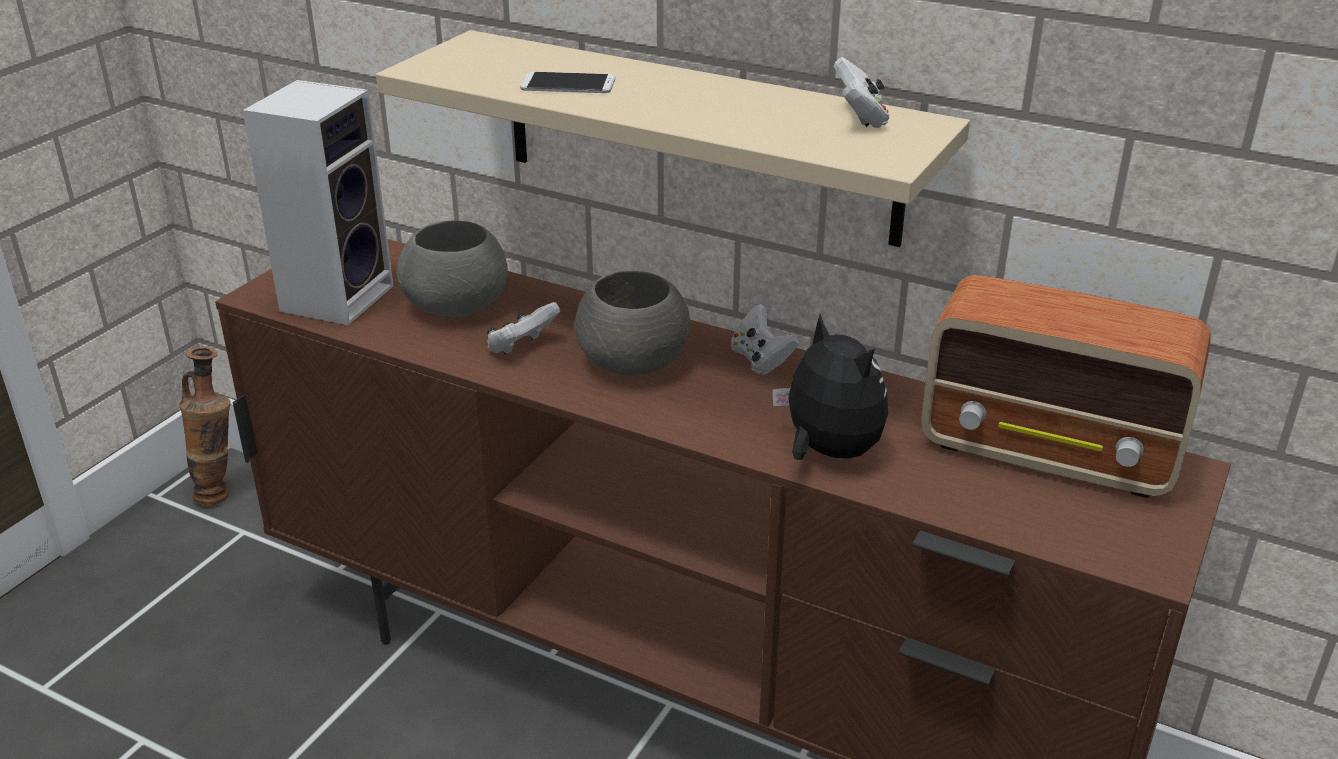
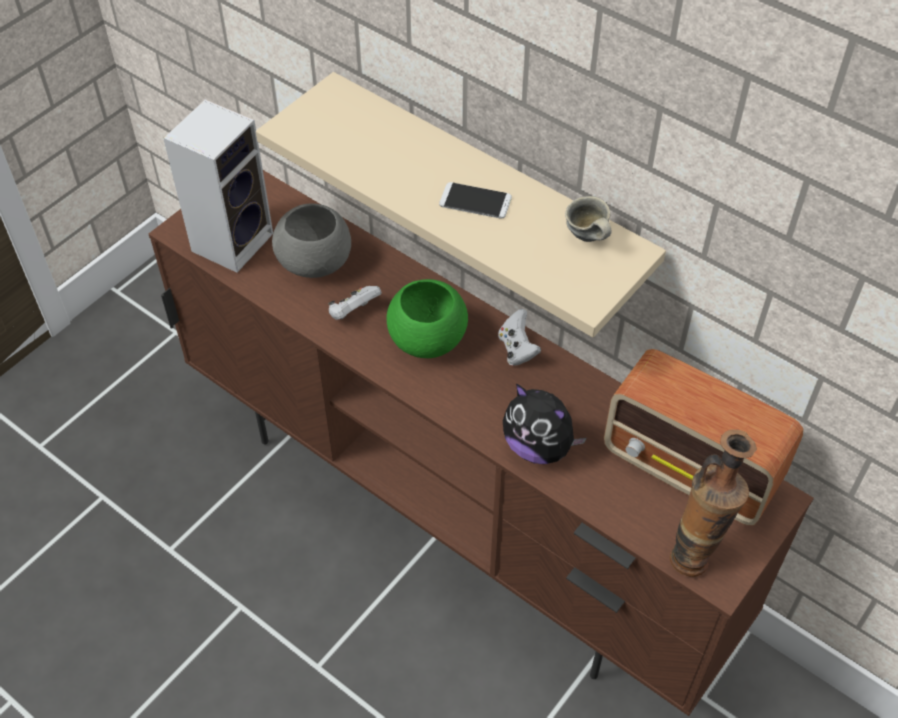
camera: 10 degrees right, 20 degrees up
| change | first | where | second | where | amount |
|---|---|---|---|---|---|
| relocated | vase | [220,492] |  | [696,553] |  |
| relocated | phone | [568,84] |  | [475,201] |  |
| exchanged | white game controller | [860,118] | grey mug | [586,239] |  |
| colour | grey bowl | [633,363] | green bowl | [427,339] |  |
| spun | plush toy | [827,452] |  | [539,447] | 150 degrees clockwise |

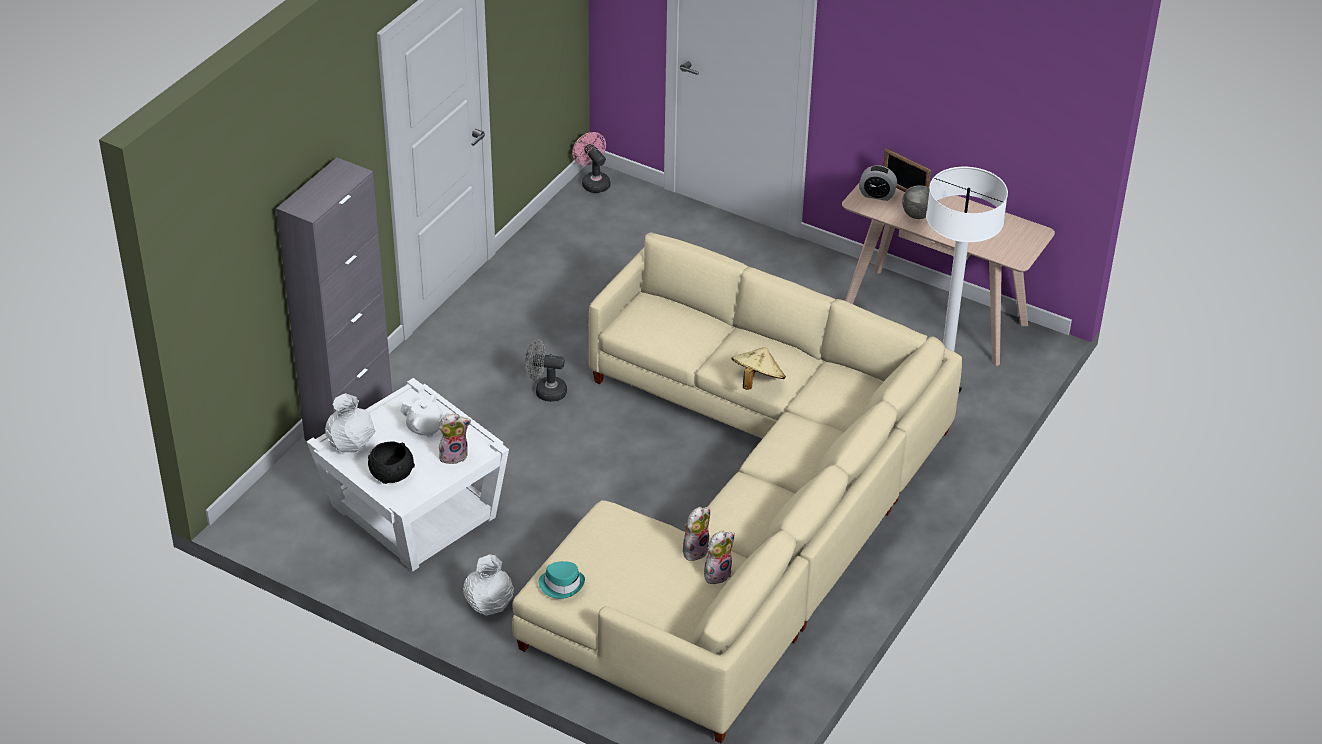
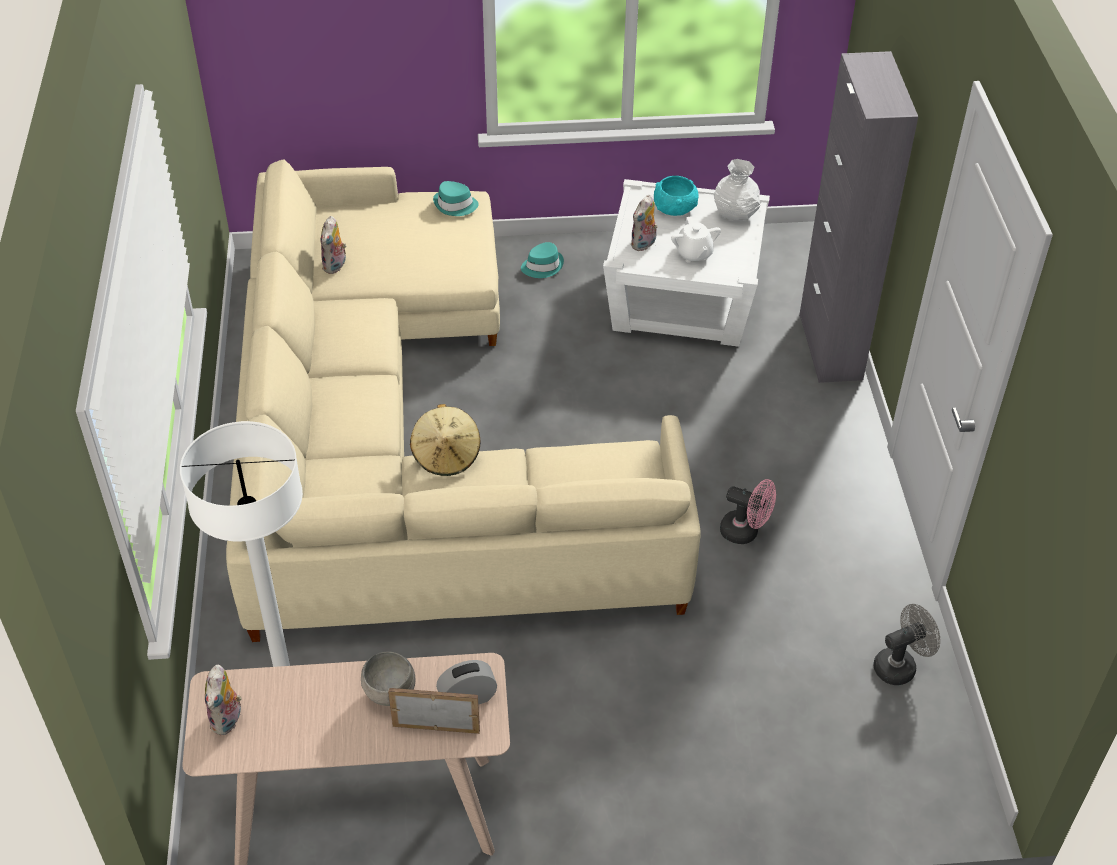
camera: 145 degrees right, 5 degrees up
| change | first | where | second | where | amount |
|---|---|---|---|---|---|
| relocated | grey fan | [545,391] |  | [900,665] |  |
| relocated | pink fan | [593,182] |  | [745,532] |  |
| relocated | plush toy | [695,549] |  | [228,720] |  |
| exchanged | white vase | [489,606] | turquoise hat | [542,266] |  |
| colour | black bowl | [391,473] | turquoise bowl | [674,208] |  |
| spun | white teapot | [426,428] |  | [694,254] | 90 degrees counterclockwise |

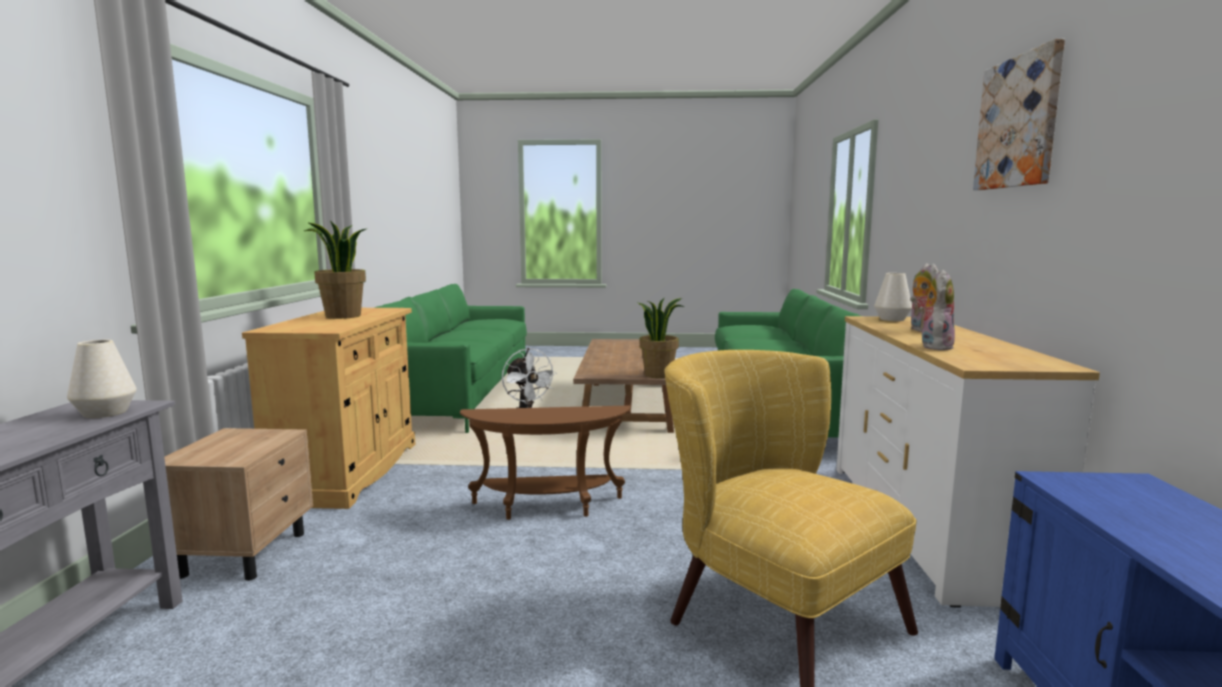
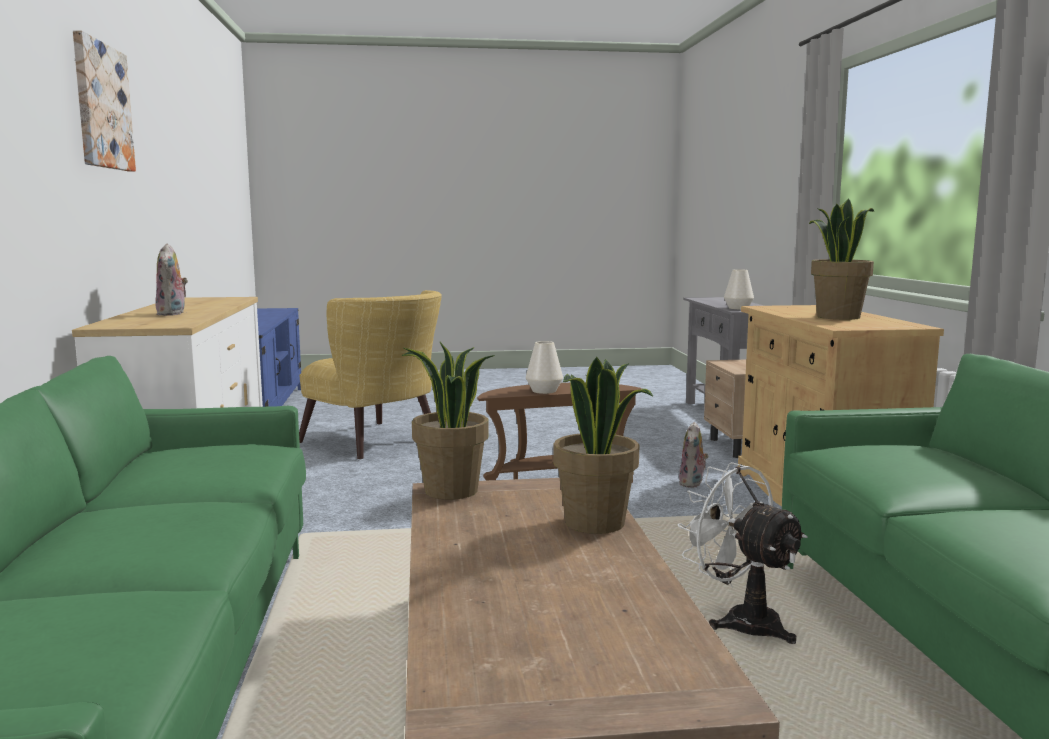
camera: 170 degrees right, 0 degrees up
| change | first | where | second | where | amount |
|---|---|---|---|---|---|
| appeared |  |  | potted plant | [596,523] |  |
| relocated | white vase | [891,319] |  | [544,391] |  |
| relocated | plush toy | [934,346] |  | [692,483] |  |

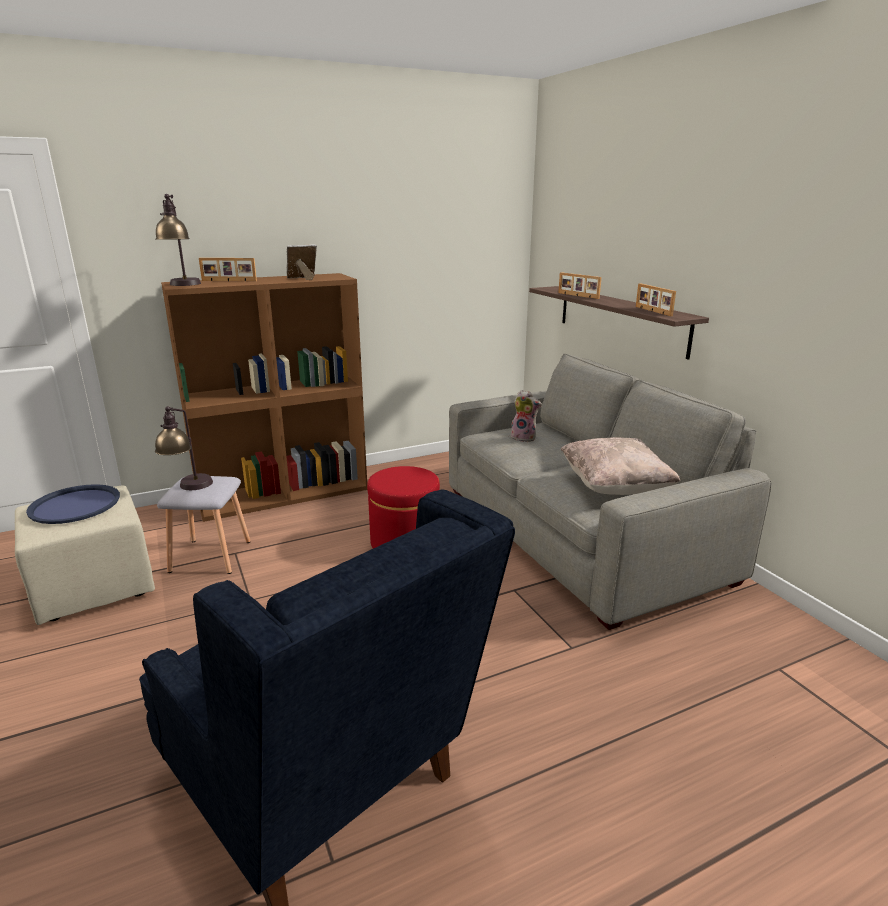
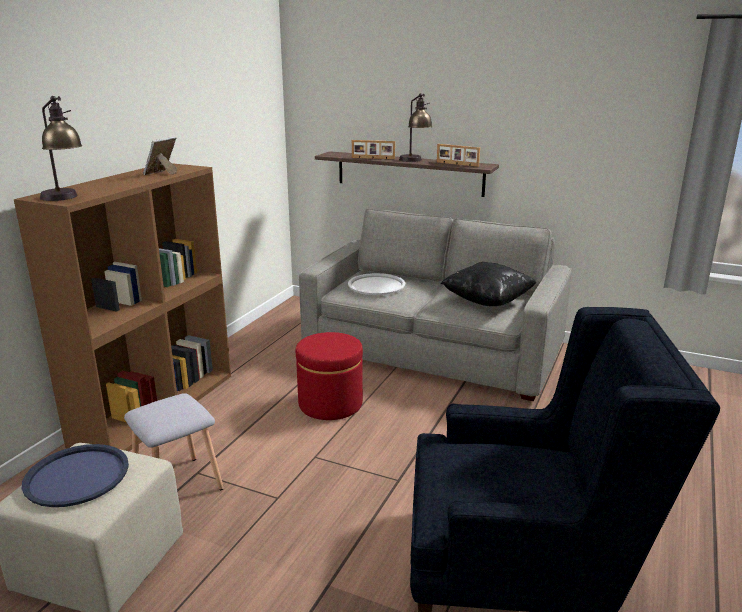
camera: 40 degrees left, 0 degrees up
| change | first | where | second | where | amount |
|---|---|---|---|---|---|
| missing | picture frame | [228,281] |  |  |  |
| relocated | table lamp | [189,489] |  | [414,161] |  |
| exchanged | plush toy | [524,438] | white tray | [376,285] |  |
| colour | beige pillow | [614,487] | black pillow | [487,301] |  |

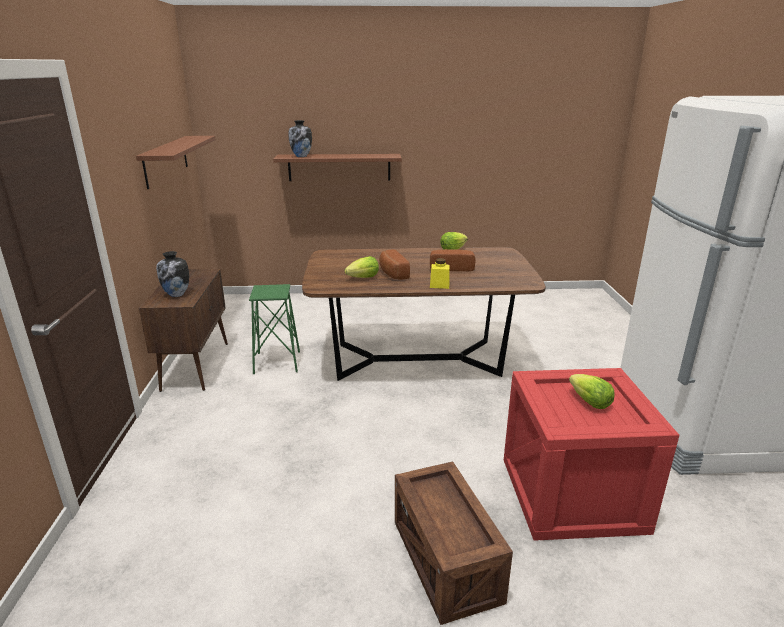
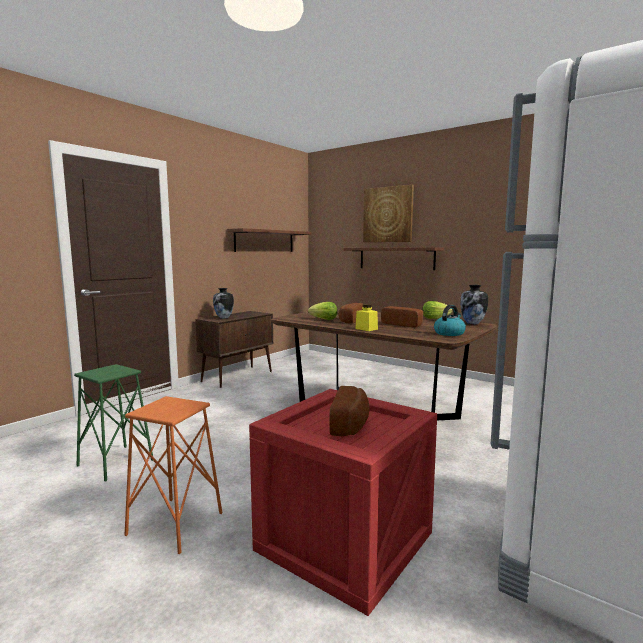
camera: 40 degrees right, 15 degrees down
| change | first | where | second | where | amount |
|---|---|---|---|---|---|
| appeared |  |  | picture | [388,214] |  |
| appeared |  |  | kettle | [449,333] |  |
| relocated | green stool | [277,362] |  | [116,462] |  |
| relocated | vase | [301,156] |  | [473,323] |  |
| exchanged | crate | [446,561] | orange stool | [175,524] |  |
| exchanged | lettuce | [590,402] | bread | [351,424] |  |

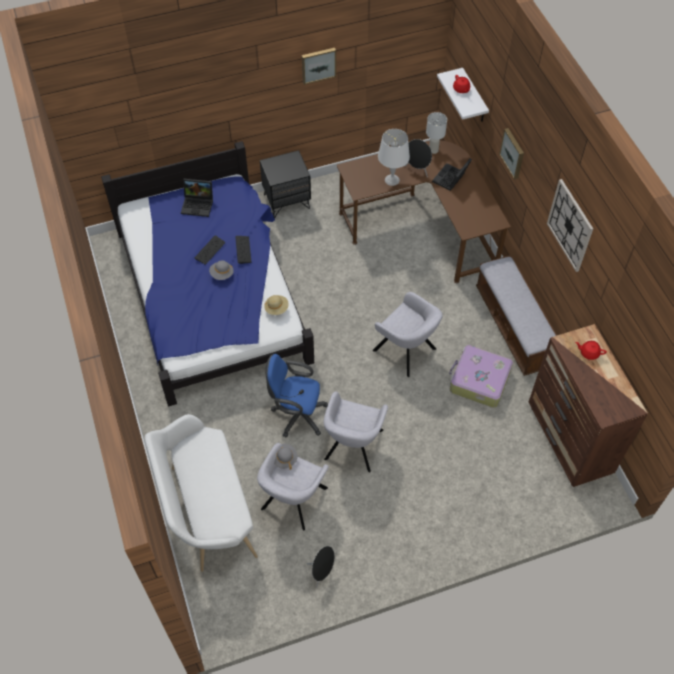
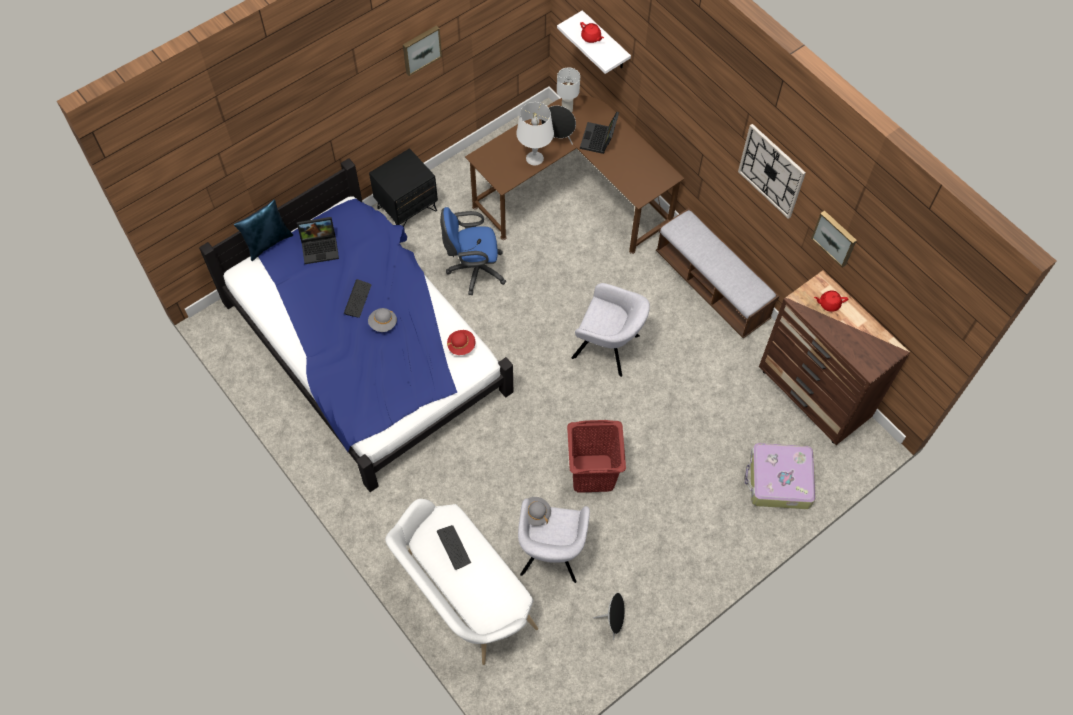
camera: 20 degrees left, 5 degrees up
| change | first | where | second | where | amount |
|---|---|---|---|---|---|
| appeared |  |  | blue pillow | [268,242] |  |
| relocated | keyboard | [243,250] |  | [454,547] |  |
| relocated | blue office chair | [296,414] |  | [473,270] |  |
| relocated | suitcase | [479,381] |  | [779,481] |  |
| relocated | picture | [513,153] |  | [835,237] |  |
| exchanged | grey armchair | [353,447] | red laundry basket | [592,474] |  |
| colour | beige hat | [276,308] | red hat | [461,345] |  |

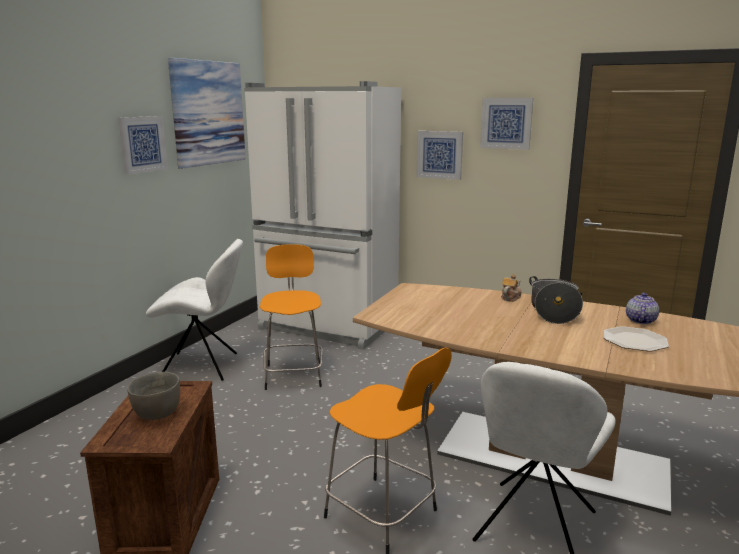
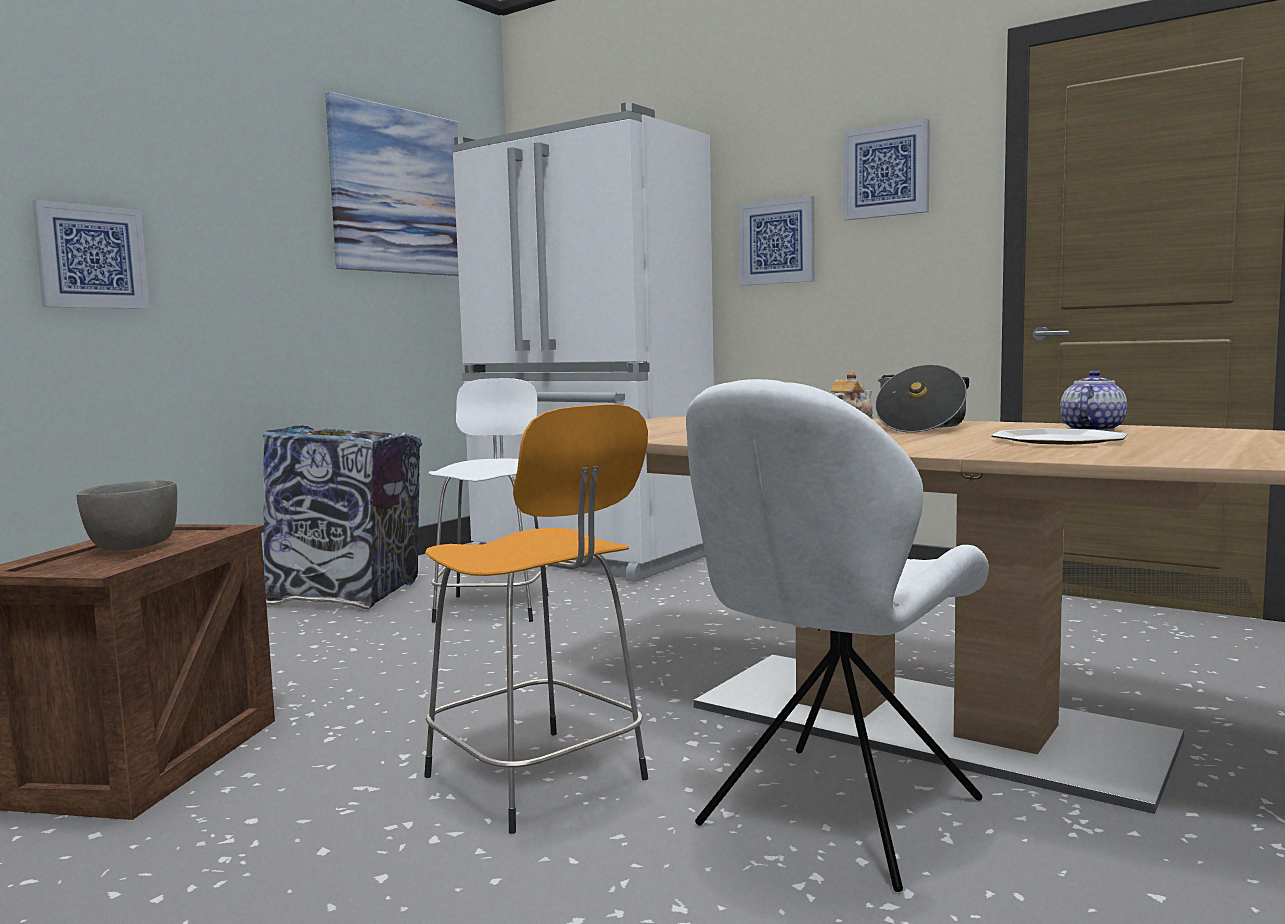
camera: 10 degrees right, 10 degrees down
| change | first | where | second | where | amount |
|---|---|---|---|---|---|
| relocated | picture | [142,144] |  | [91,257] |  |
| exchanged | white chair | [202,366] | trash can | [348,595] |  |
| colour | orange stool | [293,374] | white stool | [494,607] |  |

